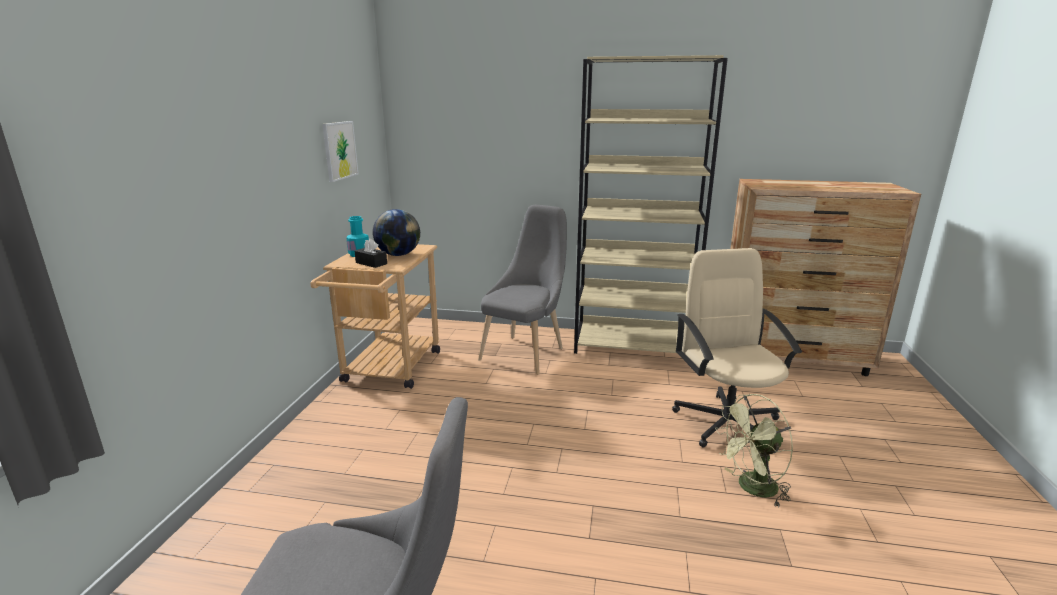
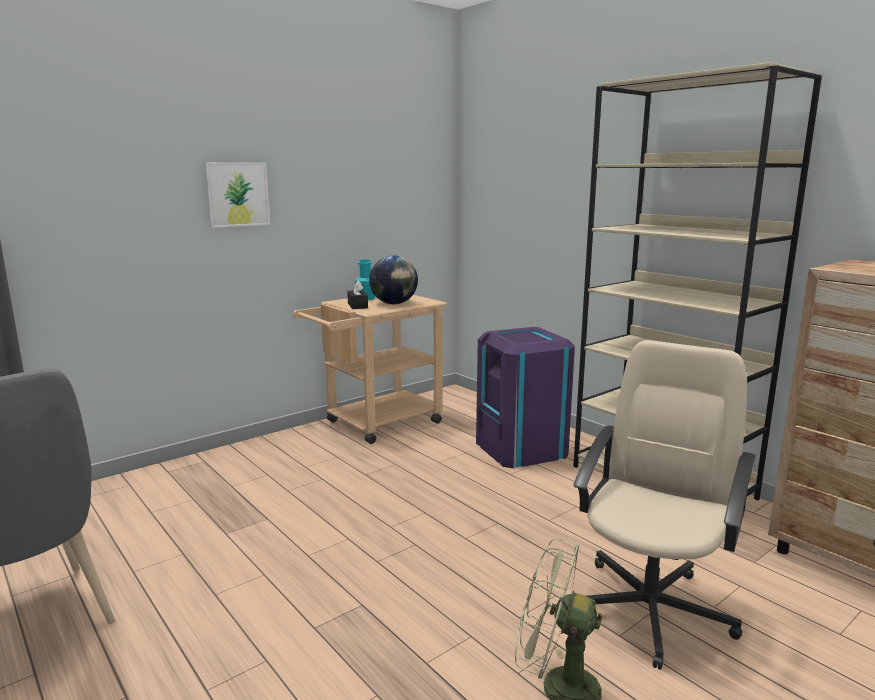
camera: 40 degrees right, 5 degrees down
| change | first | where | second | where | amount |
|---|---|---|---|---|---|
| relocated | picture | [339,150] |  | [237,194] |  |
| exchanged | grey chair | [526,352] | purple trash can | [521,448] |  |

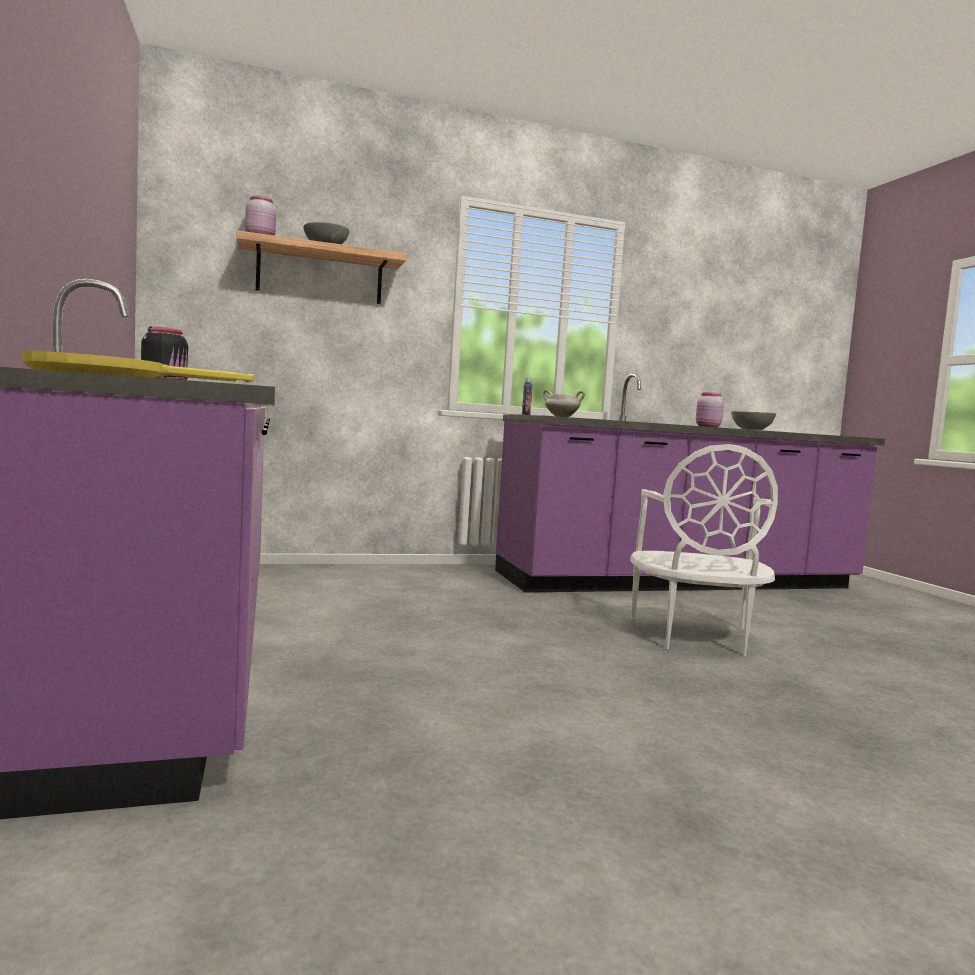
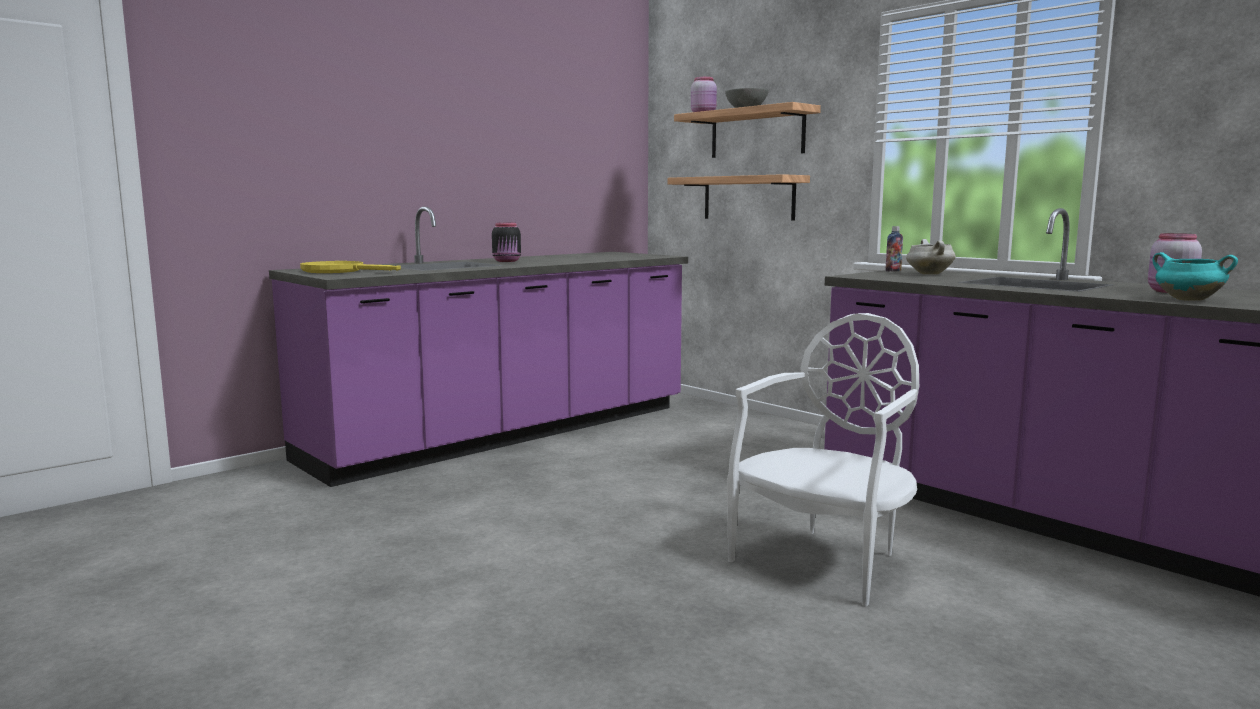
camera: 65 degrees right, 5 degrees up
| change | first | where | second | where | amount |
|---|---|---|---|---|---|
| appeared |  |  | shelf | [748,198] |  |
| exchanged | grey bowl | [751,429] | turquoise cooking pot | [1187,300] |  |
| spun | white chair | [695,637] |  | [825,561] | 150 degrees clockwise |

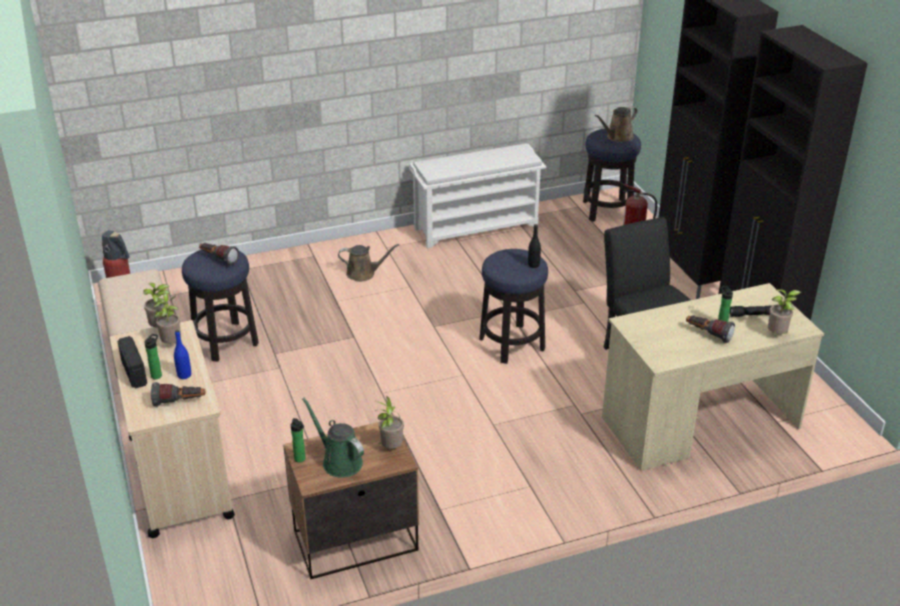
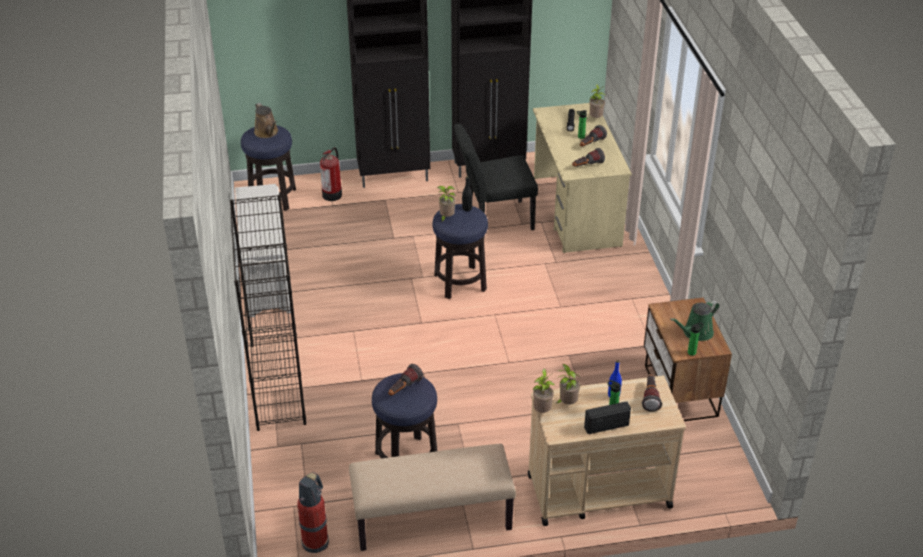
camera: 80 degrees left, 5 degrees up
| change | first | where | second | where | amount |
|---|---|---|---|---|---|
| missing | brown watering can | [363,274] |  |  |  |
| appeared |  |  | black bookcase | [277,383] |  |
| appeared |  |  | flashlight | [587,166] |  |
| relocated | potted plant | [390,448] |  | [446,218] |  |

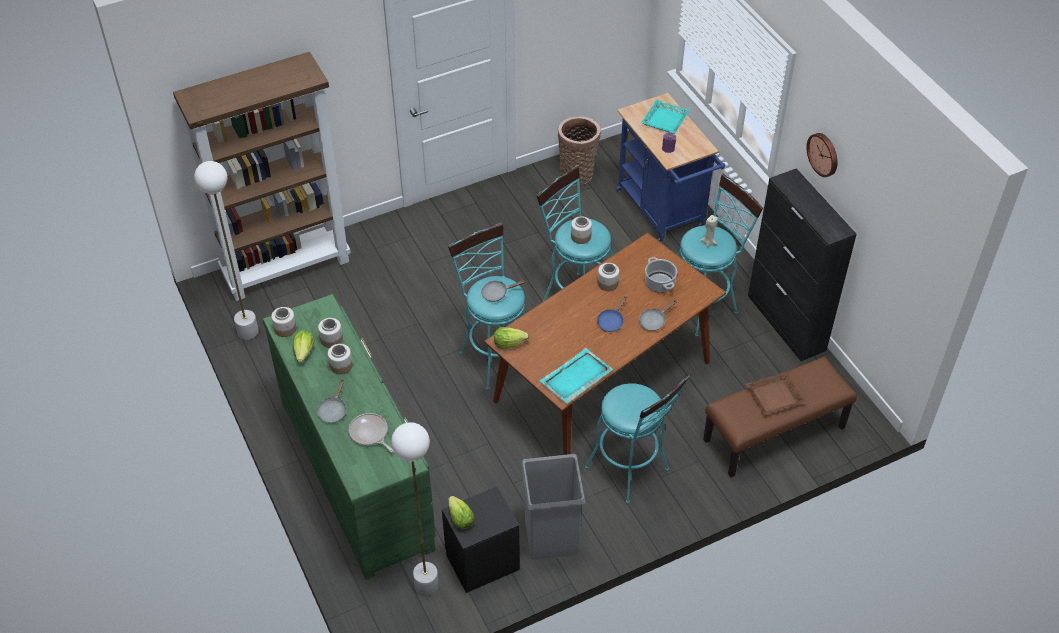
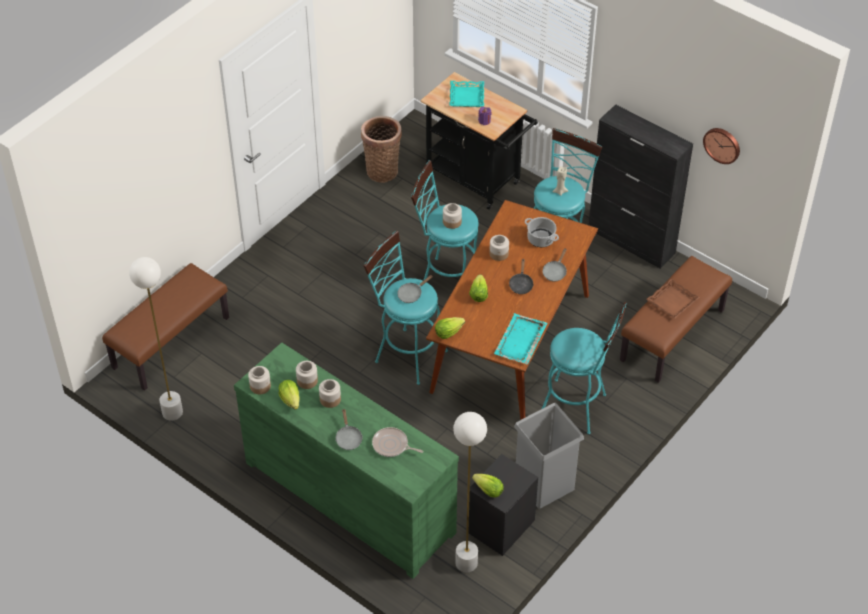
camera: 25 degrees left, 0 degrees up
| change | first | where | second | where | amount |
|---|---|---|---|---|---|
| appeared |  |  | lettuce | [478,294] |  |
| relocated | wall clock | [824,154] |  | [722,144] |  |
| exchanged | brown bookcase | [287,267] | brown bench | [171,342] |  |
| colour | blue frying pan | [611,321] | black frying pan | [521,284] |  |
| colour | blue cart | [663,213] | black cart | [477,181] |  |

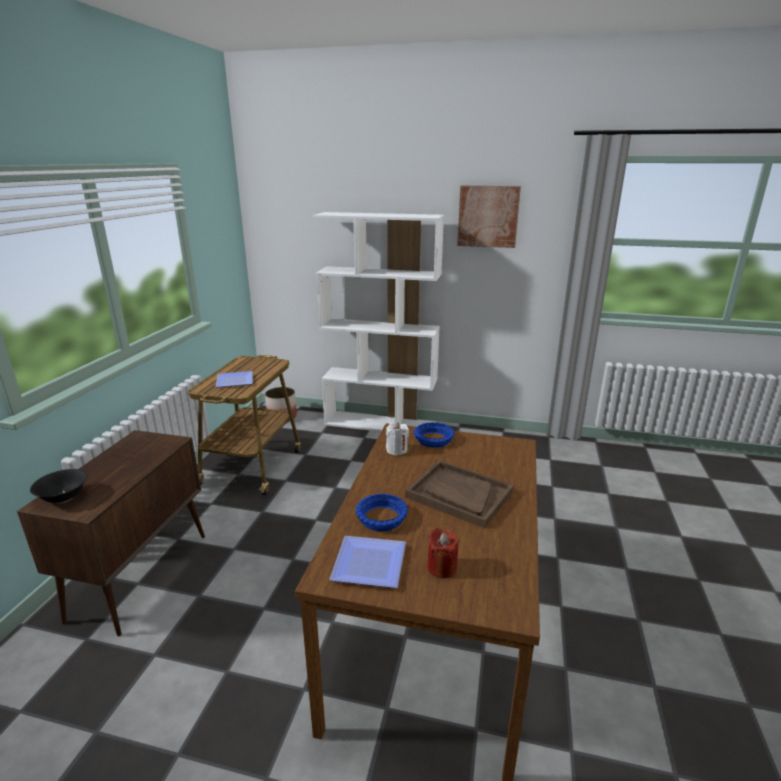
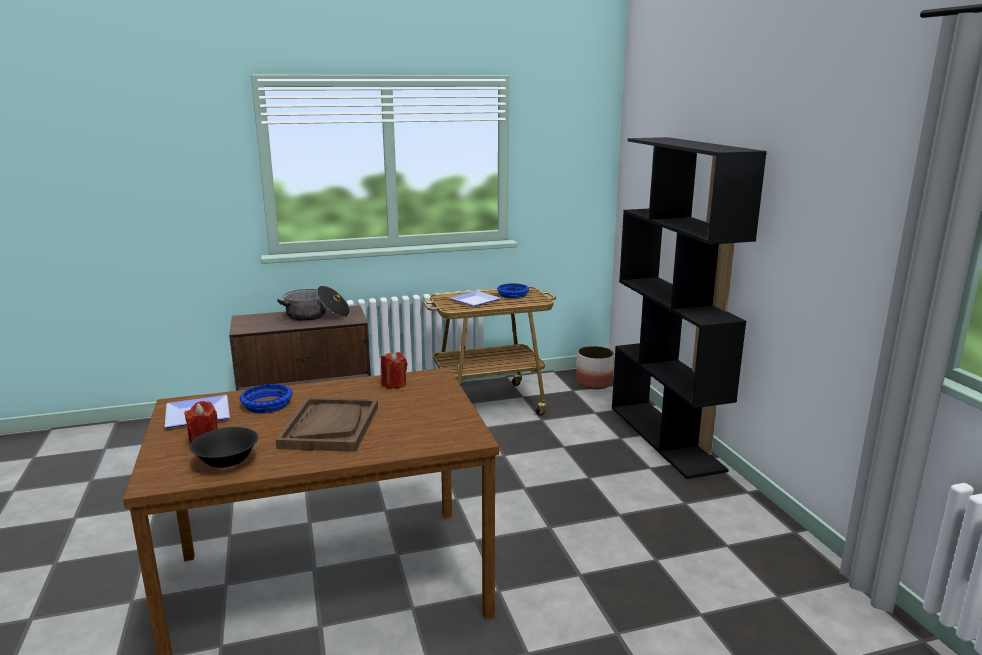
camera: 60 degrees right, 5 degrees down
| change | first | where | second | where | amount |
|---|---|---|---|---|---|
| missing | picture | [488,216] |  |  |  |
| appeared |  |  | cooking pot | [316,315] |  |
| relocated | black bowl | [63,497] |  | [226,463] |  |
| relocated | blue bowl | [433,439] |  | [513,294] |  |
| colour | white bookcase | [381,424] | black bookcase | [666,437] |  |
| colour | white candle | [397,450] | red candle | [394,384] |  |

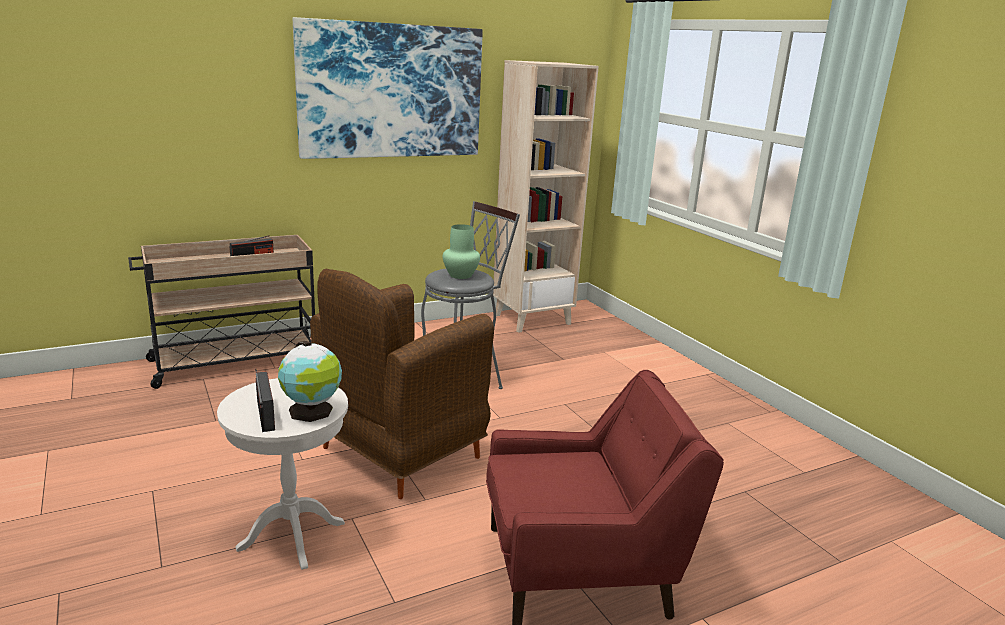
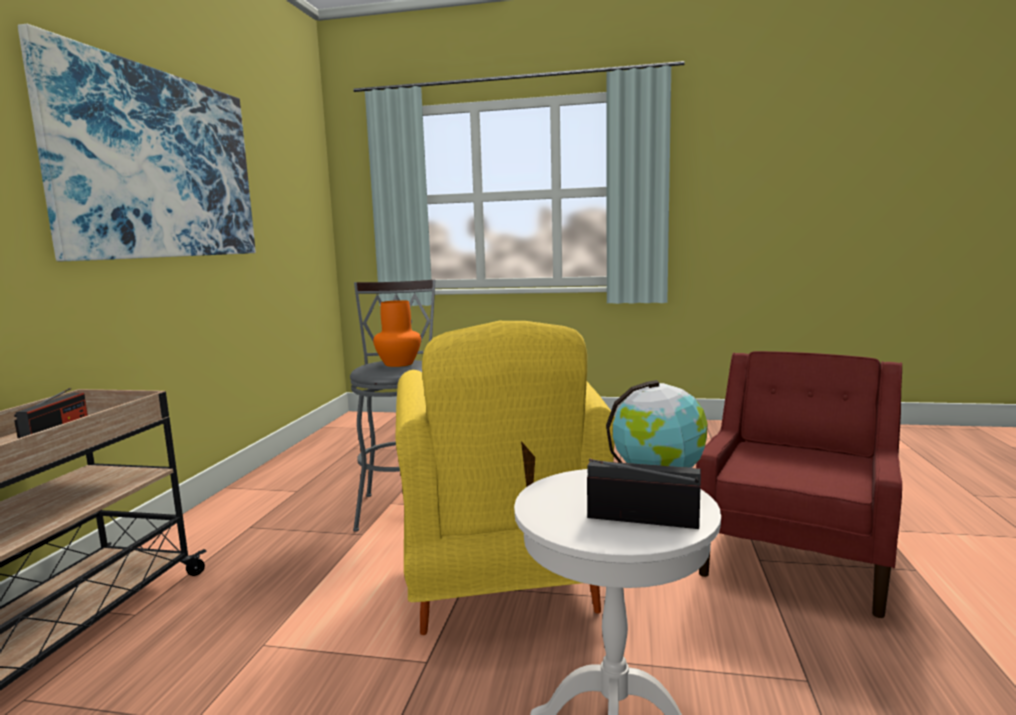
camera: 50 degrees left, 10 degrees down
| change | first | where | second | where | amount |
|---|---|---|---|---|---|
| missing | beige bookcase | [532,319] |  |  |  |
| colour | brown armchair | [398,454] | yellow armchair | [502,585] |  |
| colour | green vase | [460,275] | orange vase | [399,364] |  |

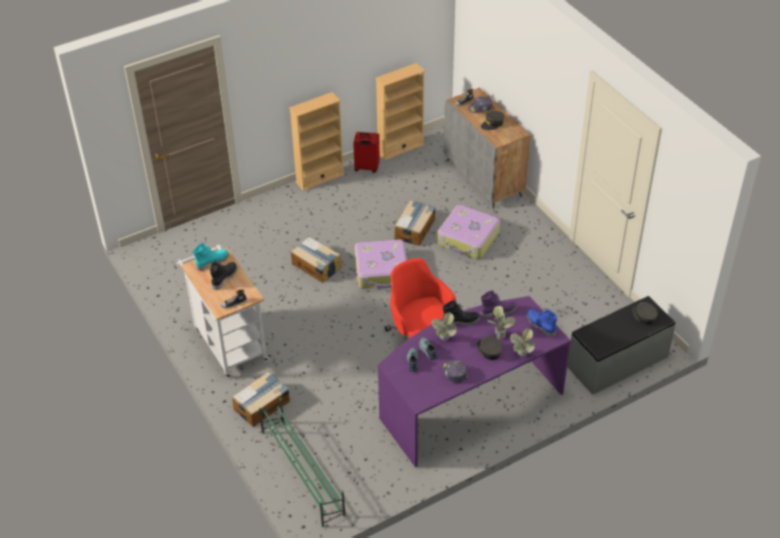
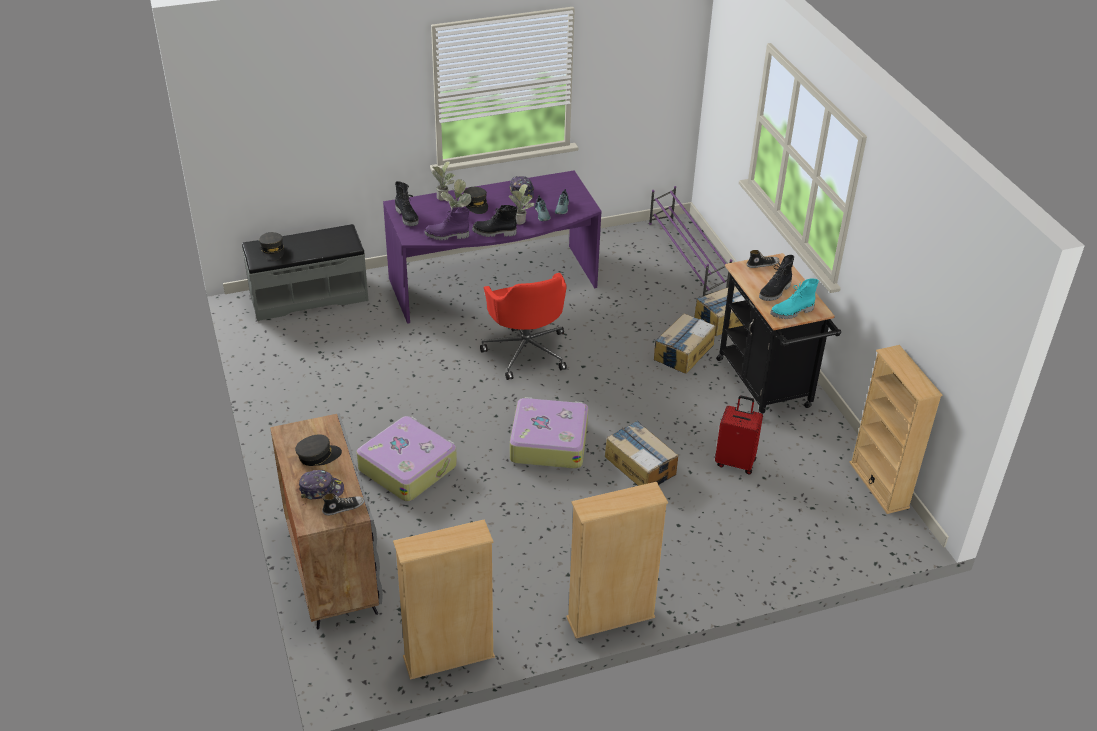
camera: 170 degrees left, 5 degrees down
| change | first | where | second | where | amount |
|---|---|---|---|---|---|
| appeared |  |  | beige bookcase | [879,485] |  |
| relocated | red suitcase | [366,168] |  | [735,462] |  |
| relocated | cardboard box | [415,229] |  | [683,352] |  |
| colour | white cart | [228,342] | black cart | [767,387] |  |
| colour | green shoe rack | [302,472] | purple shoe rack | [686,258] |  |
| colour | blue boot | [540,325] | black boot | [407,217] |  |

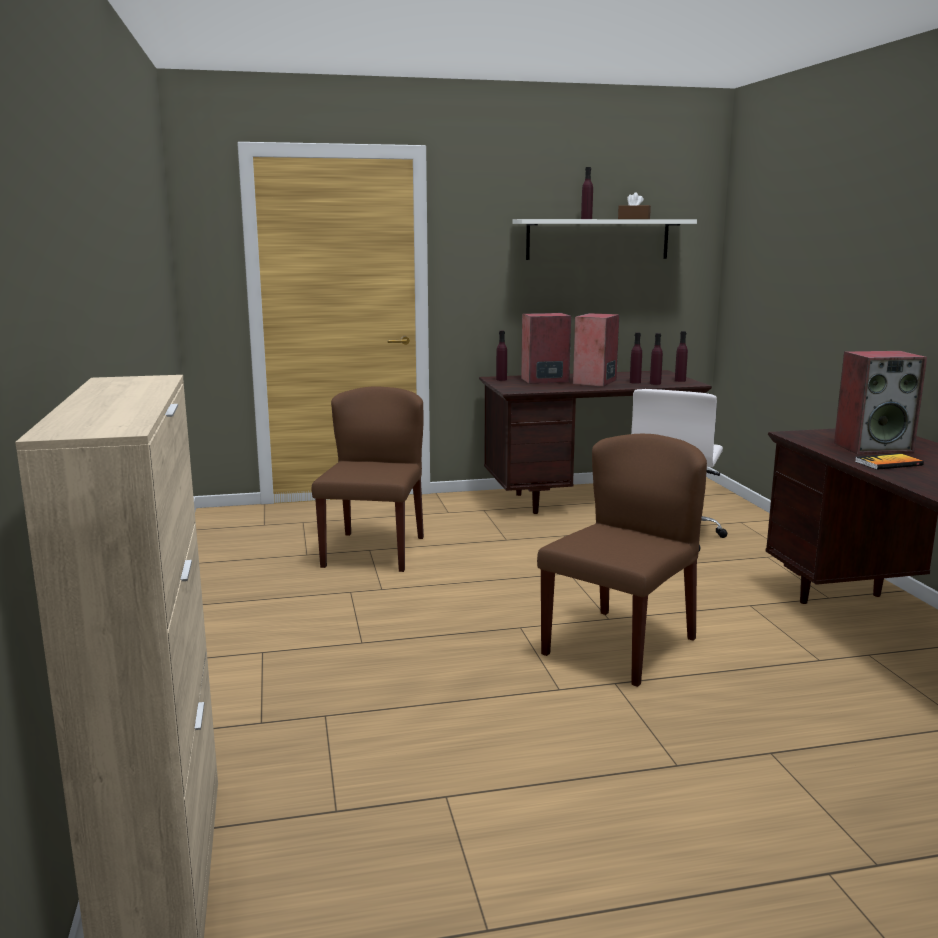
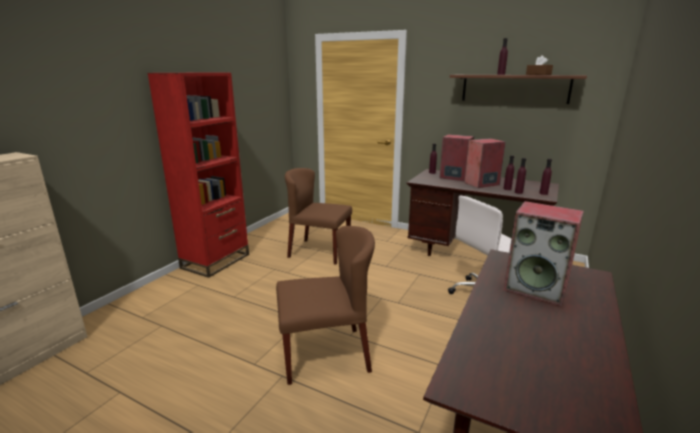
camera: 40 degrees right, 5 degrees up
| change | first | where | second | where | amount |
|---|---|---|---|---|---|
| missing | book | [888,463] |  |  |  |
| appeared |  |  | red bookcase | [216,261] |  |
| colour | white shelf | [598,239] | brown shelf | [514,88] |  |
| spun | brown chair | [374,551] |  | [319,251] | 120 degrees counterclockwise |

